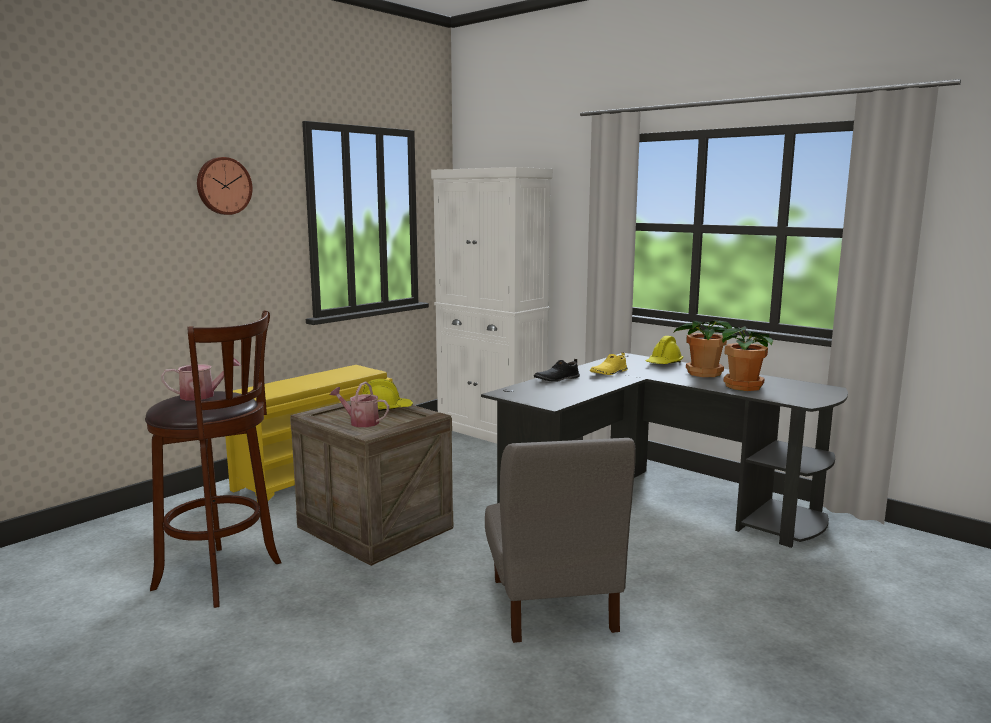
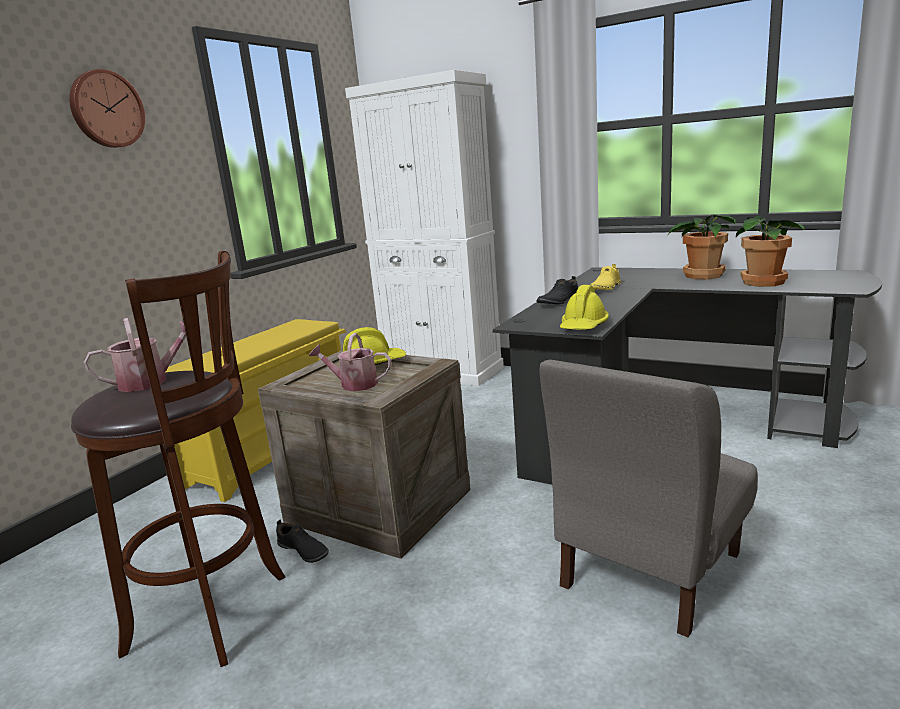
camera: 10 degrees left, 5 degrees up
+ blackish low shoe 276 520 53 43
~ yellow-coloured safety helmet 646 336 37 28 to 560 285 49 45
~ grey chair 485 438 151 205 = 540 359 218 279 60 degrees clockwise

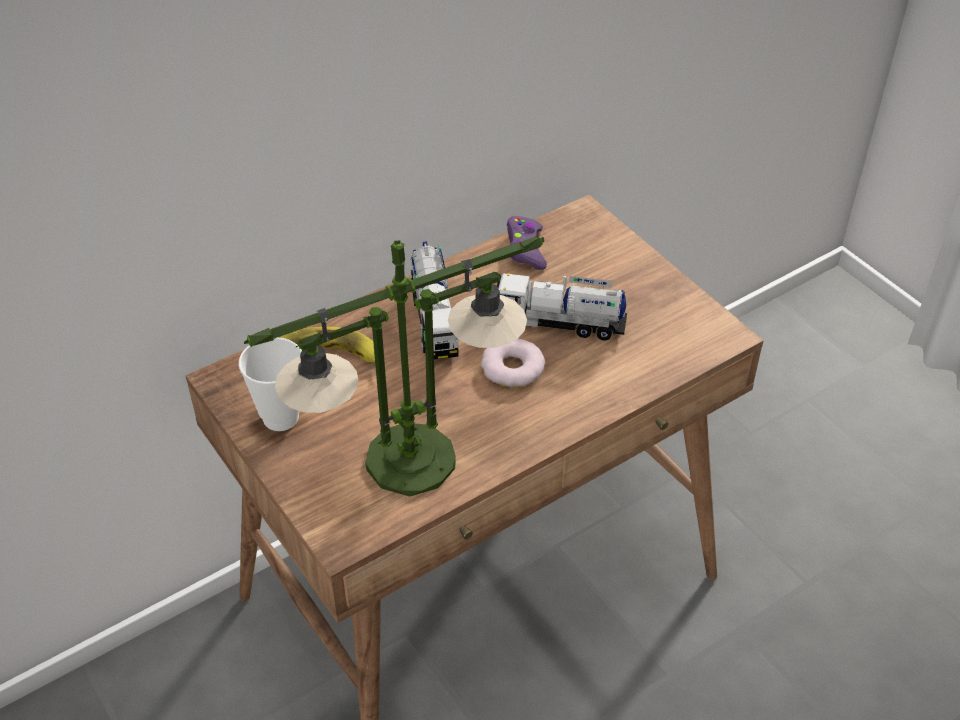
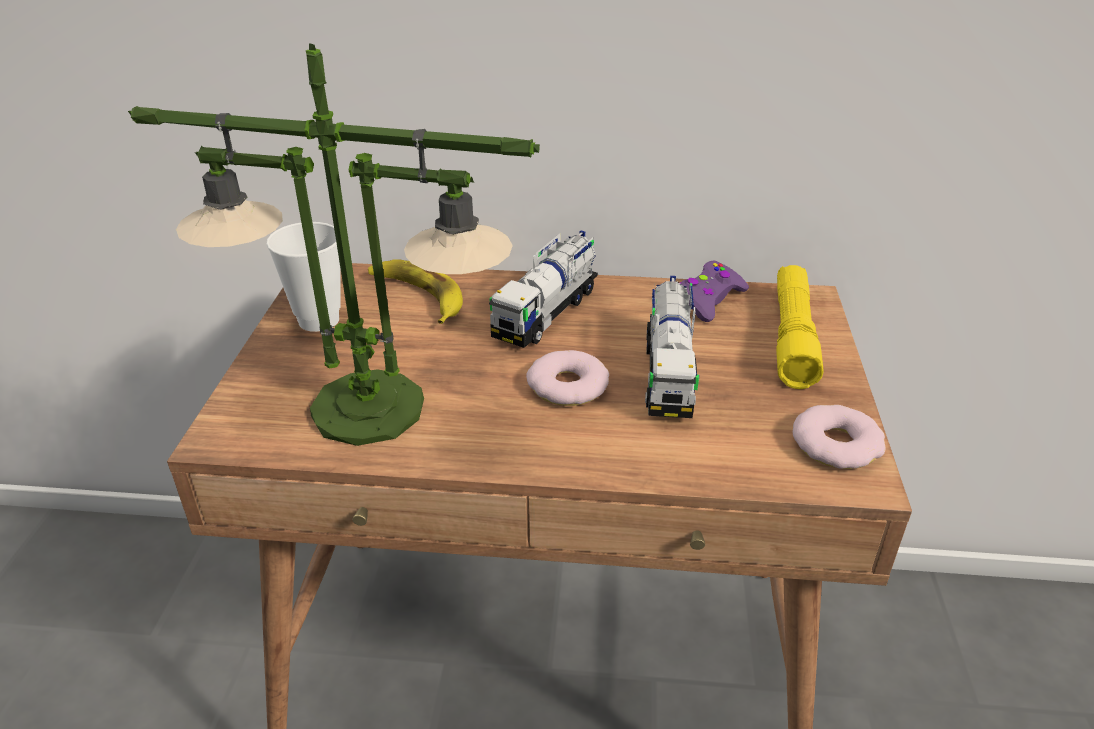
camera: 40 degrees right, 10 degrees down
+ yellow-coloured torch 776 265 48 124
+ ring doughnut 793 405 92 64
~ model truck 497 273 130 68 = 645 276 54 142 135 degrees counterclockwise

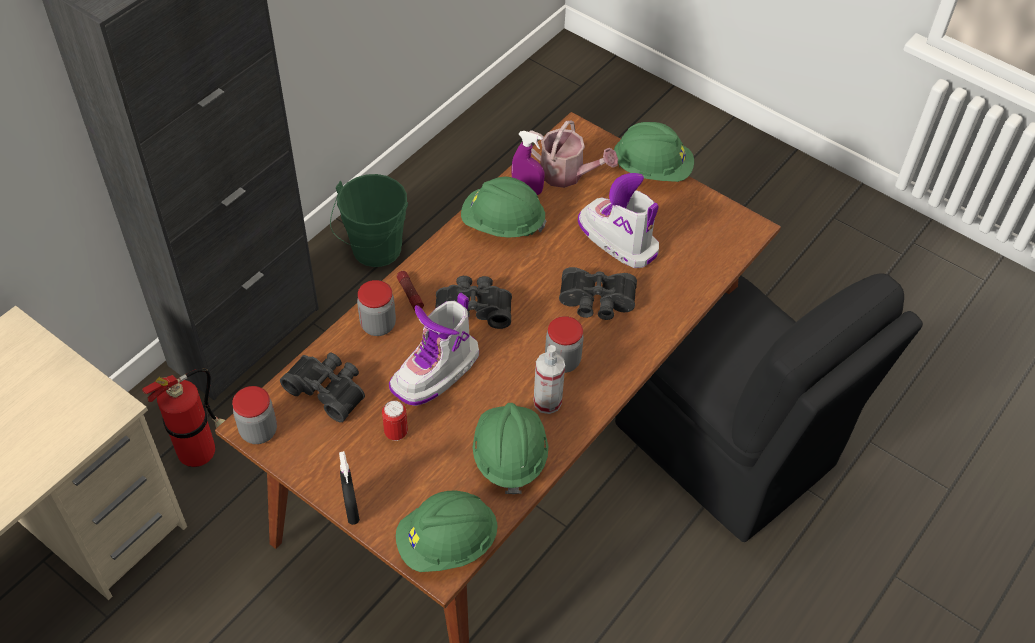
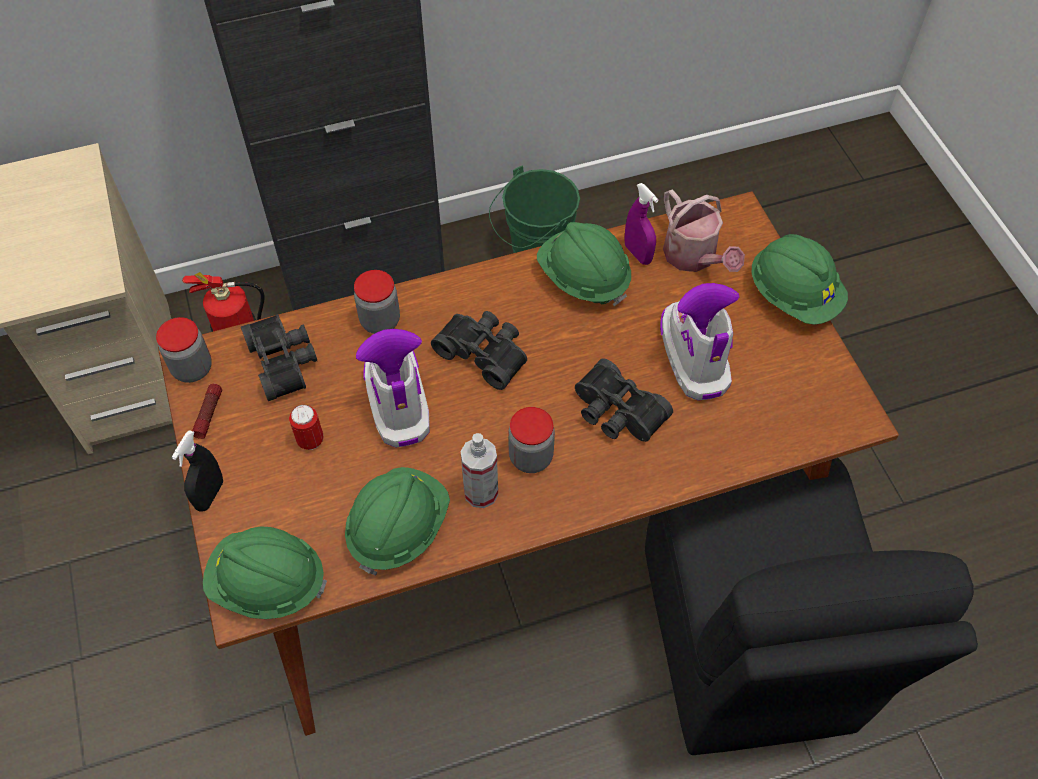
camera: 35 degrees right, 5 degrees up
~ torch 397 271 27 39 to 192 384 30 55
~ boot 389 293 90 113 = 356 329 74 119 90 degrees clockwise

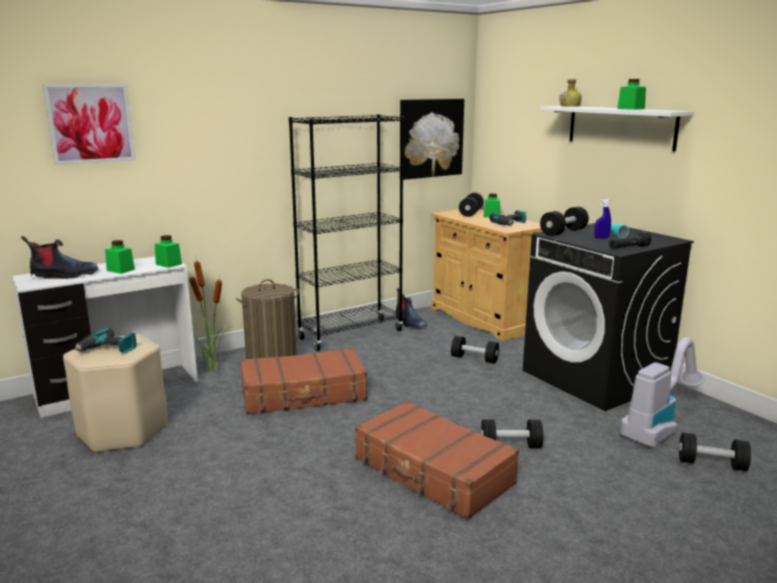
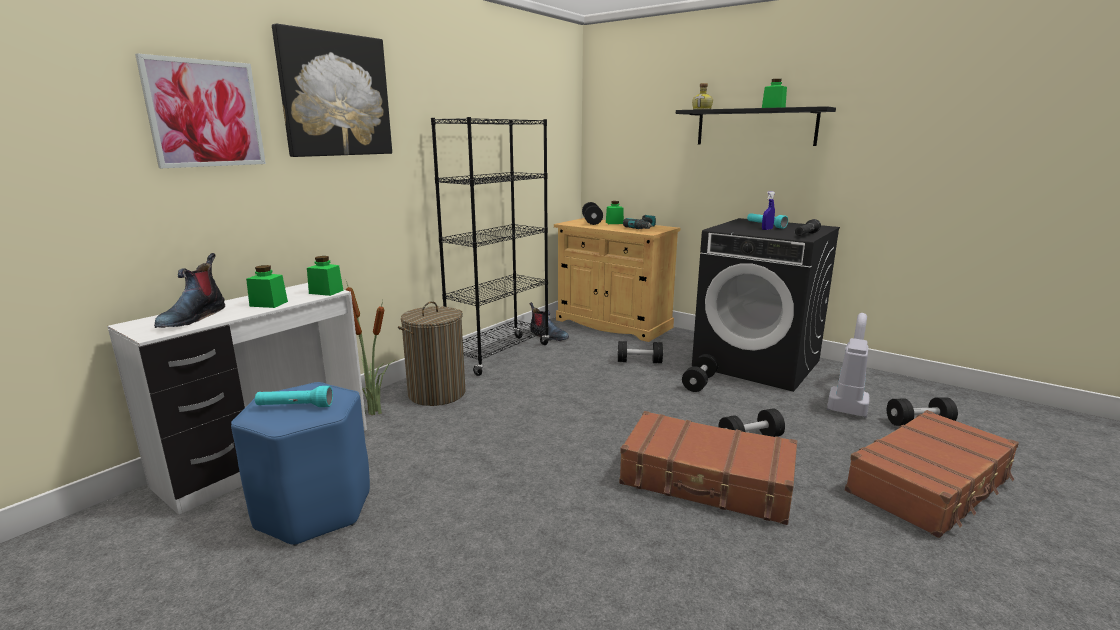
camera: 20 degrees left, 0 degrees up
~ brown-coloured piece of luggage 240 348 127 67 to 845 410 174 128
~ wall art 400 99 64 81 to 272 24 120 133
~ blackish free weight 540 207 49 29 to 682 354 36 38
~ electric drill 74 327 63 27 to turquoise-coloured torch 255 386 78 21
~ beige-coloured stool seat 63 335 104 118 to blue-coloured stool seat 231 382 139 164
~ white-coloured bracket shelf 540 106 154 45 to blackish bracket shelf 676 106 160 40
~ boot 21 236 77 43 = 154 253 71 75 135 degrees clockwise

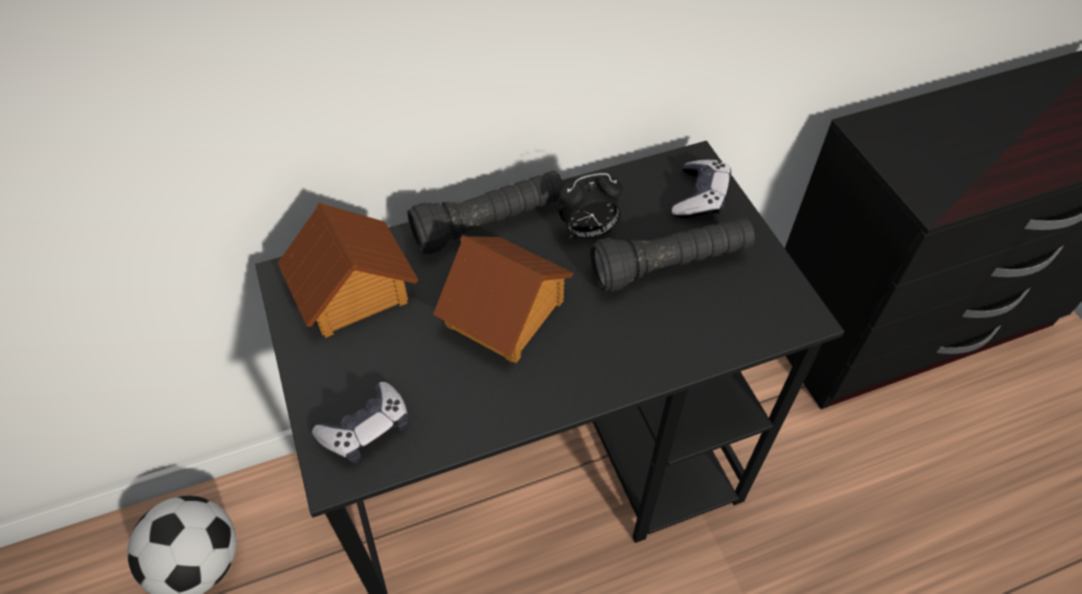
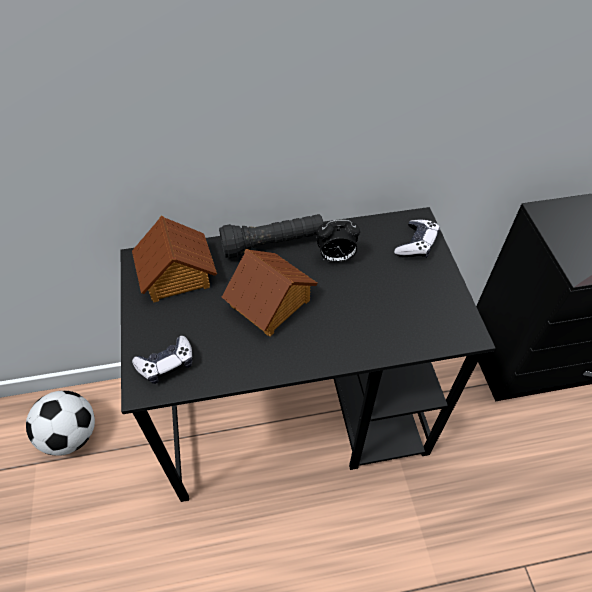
camera: 10 degrees right, 0 degrees up
- blackish torch 590 217 165 75

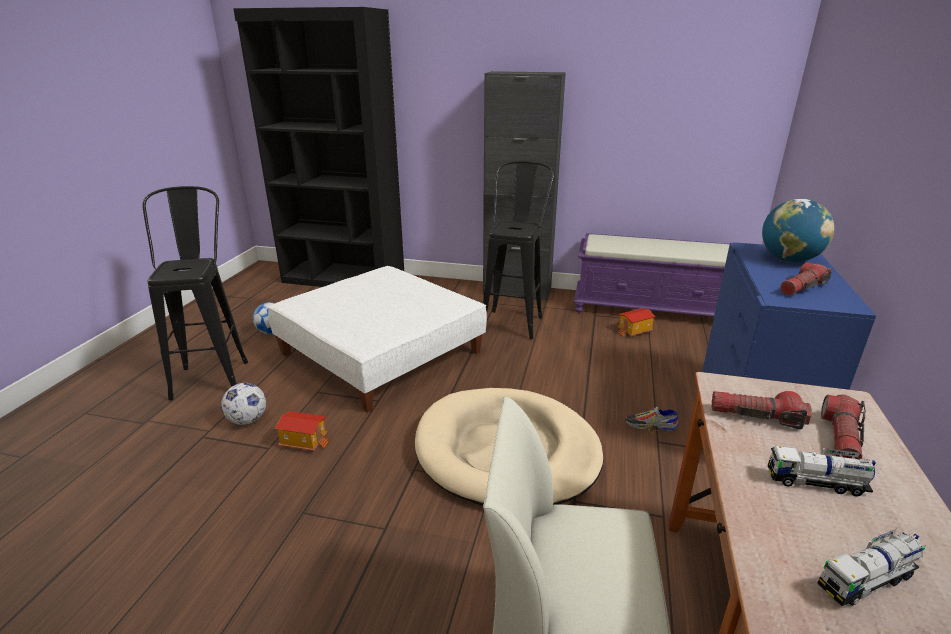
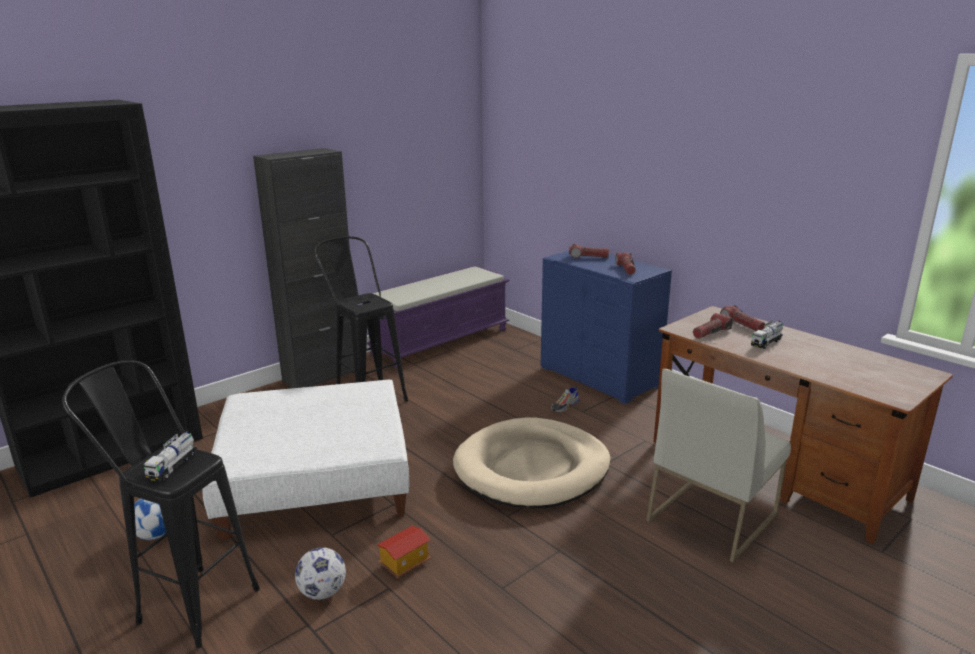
camera: 55 degrees left, 5 degrees down
- miniature house 617 308 38 29
~ model truck 818 529 108 77 to 143 431 54 51
~ world globe 762 199 72 63 to torch 569 244 40 14

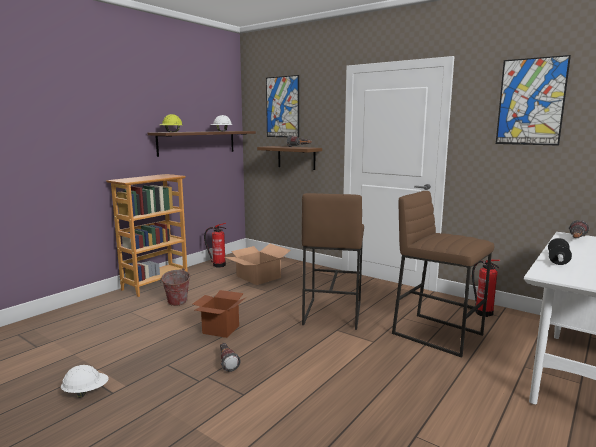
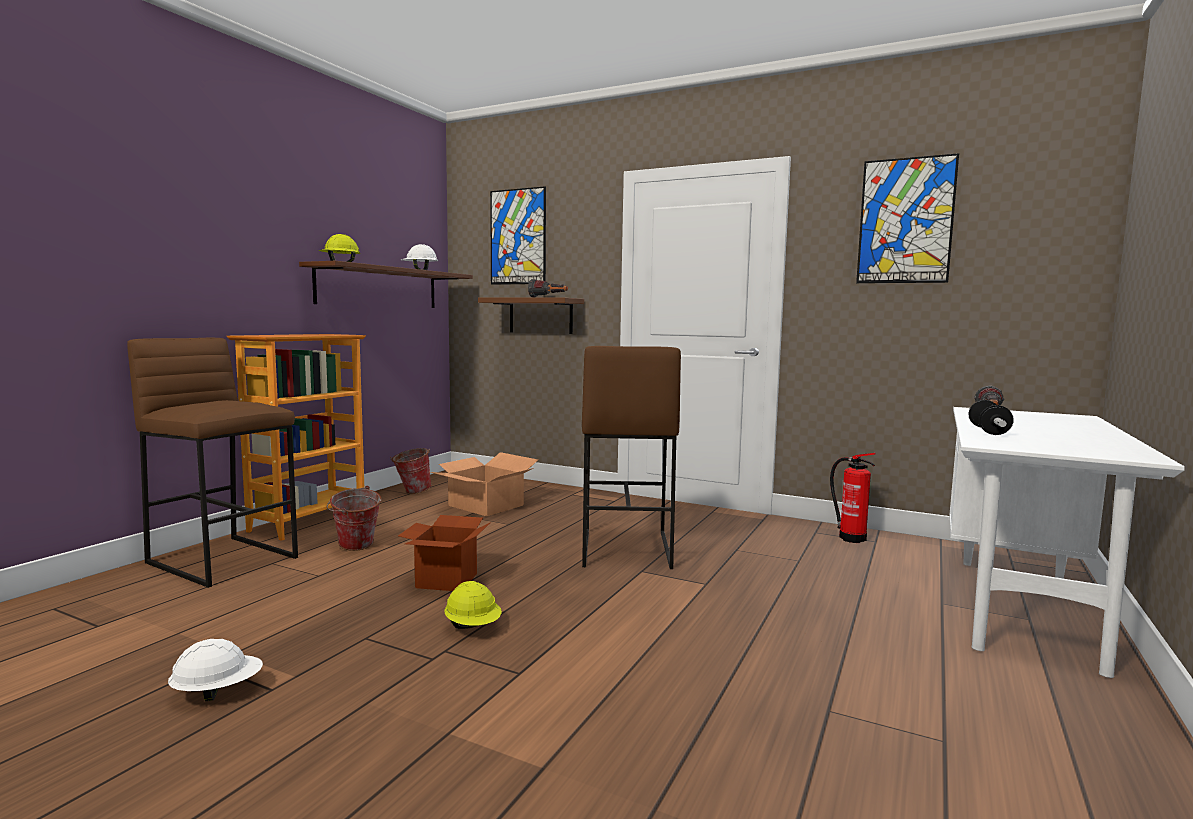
camera: 10 degrees left, 5 degrees down
~ brown-coloured stool seat 392 191 102 167 to 127 338 171 250
~ extinguisher 204 223 22 45 to bucket 390 448 42 46
~ torch 220 343 21 29 to yellow-coloured safety helmet 445 581 57 48

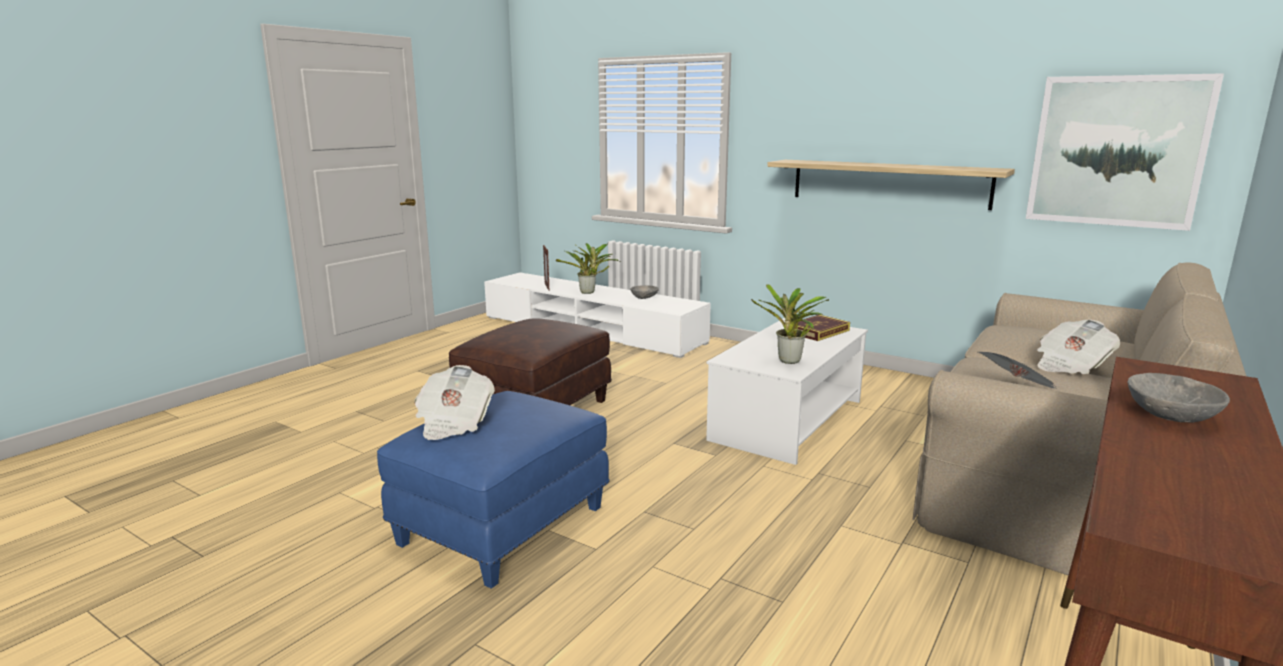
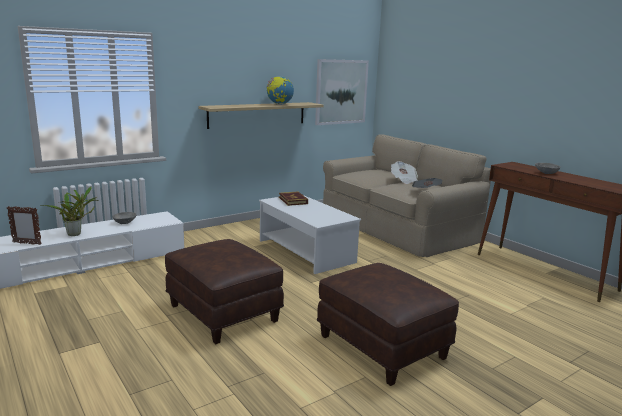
camera: 70 degrees left, 0 degrees up
- daily paper 414 365 81 75
- houseplant 751 284 78 80
+ world globe 267 77 27 28
~ blue-coloured footrest 377 391 233 198 to brown-coloured footrest 317 263 142 123

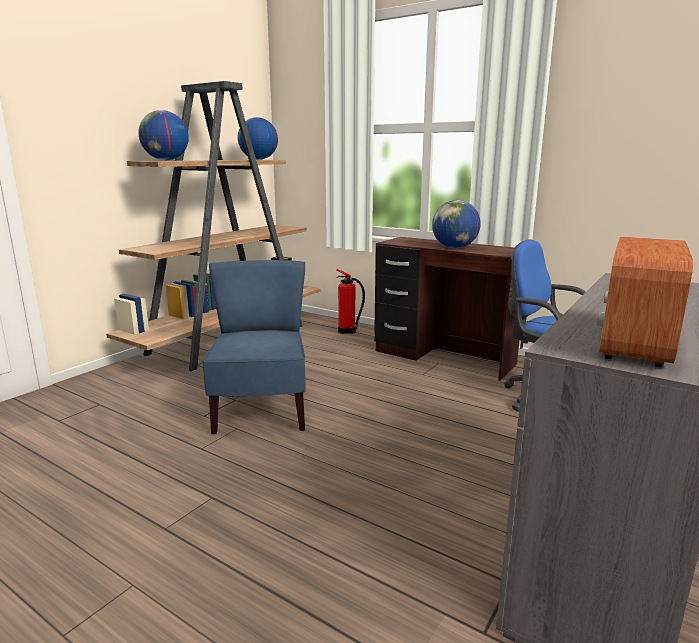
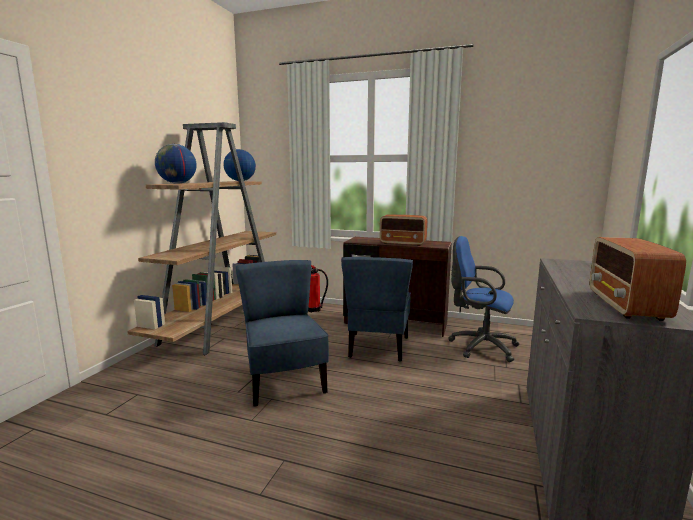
camera: 15 degrees left, 5 degrees down
+ blue-coloured chair 341 257 72 105
~ world globe 432 200 49 48 to radio receiver 380 214 47 32

